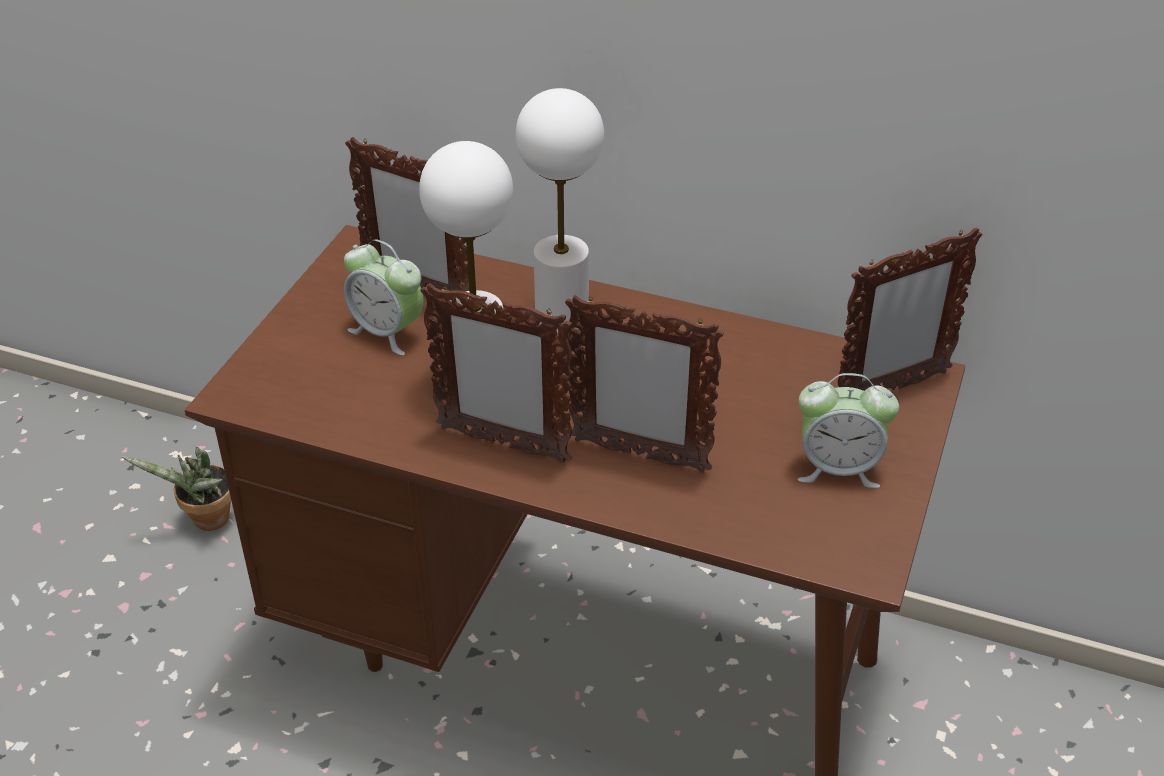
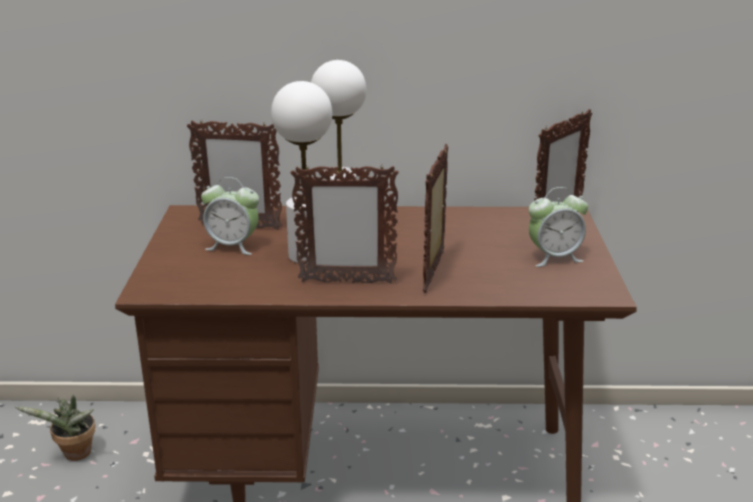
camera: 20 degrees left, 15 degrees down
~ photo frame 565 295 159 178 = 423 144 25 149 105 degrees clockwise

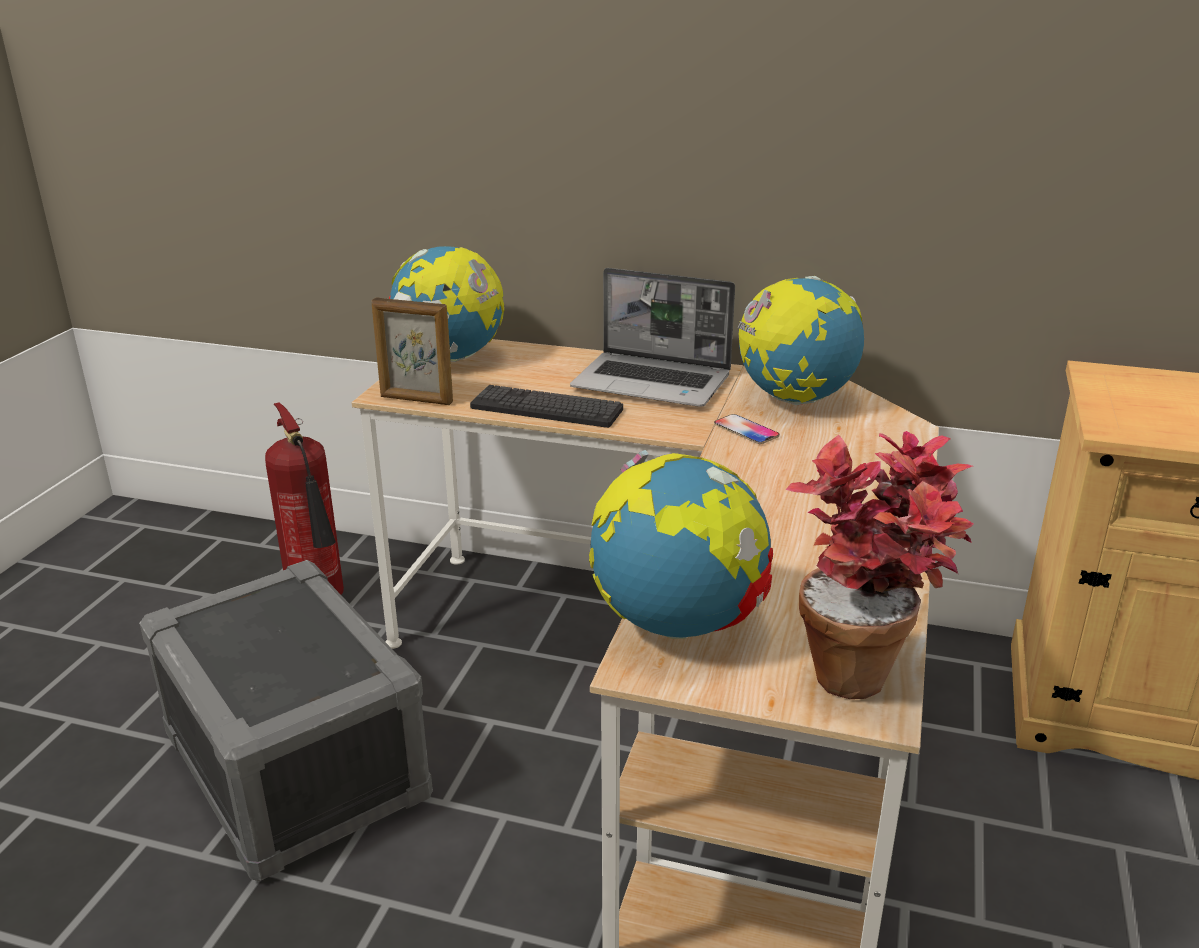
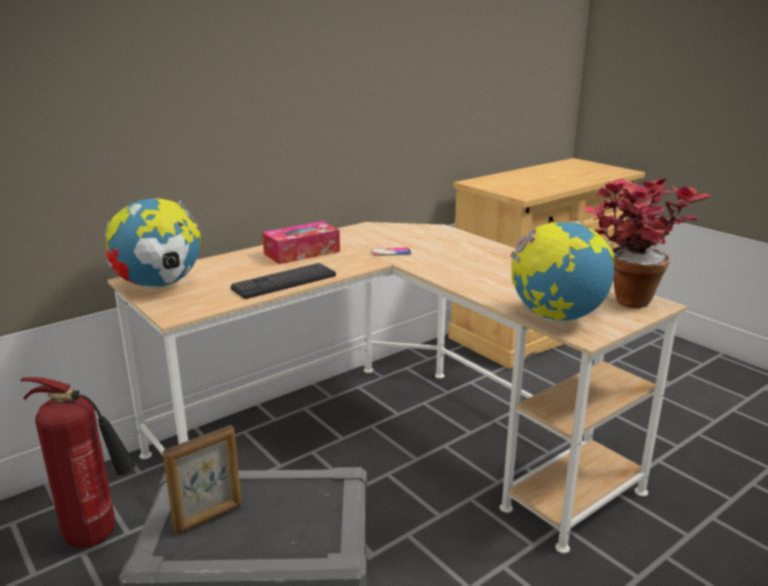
camera: 55 degrees left, 5 degrees down
- world globe 738 276 126 129
~ photo frame 371 297 82 108 to 163 425 79 109
~ laptop 570 268 165 139 to tissue box 262 221 78 43

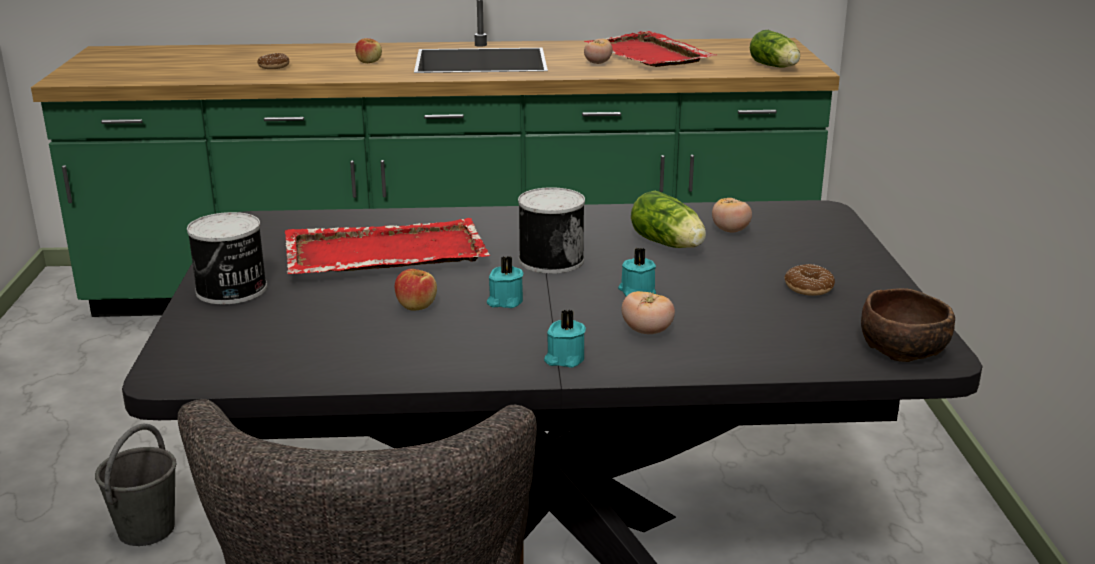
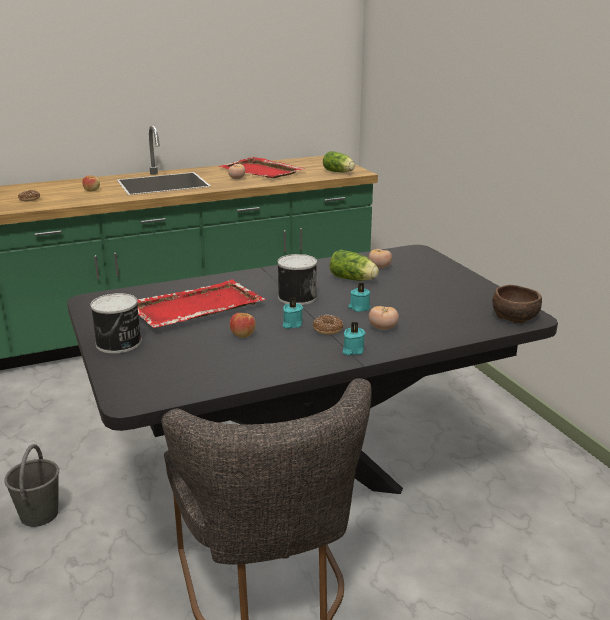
camera: 20 degrees left, 0 degrees up
~ ring doughnut 784 264 51 32 to 312 315 31 20

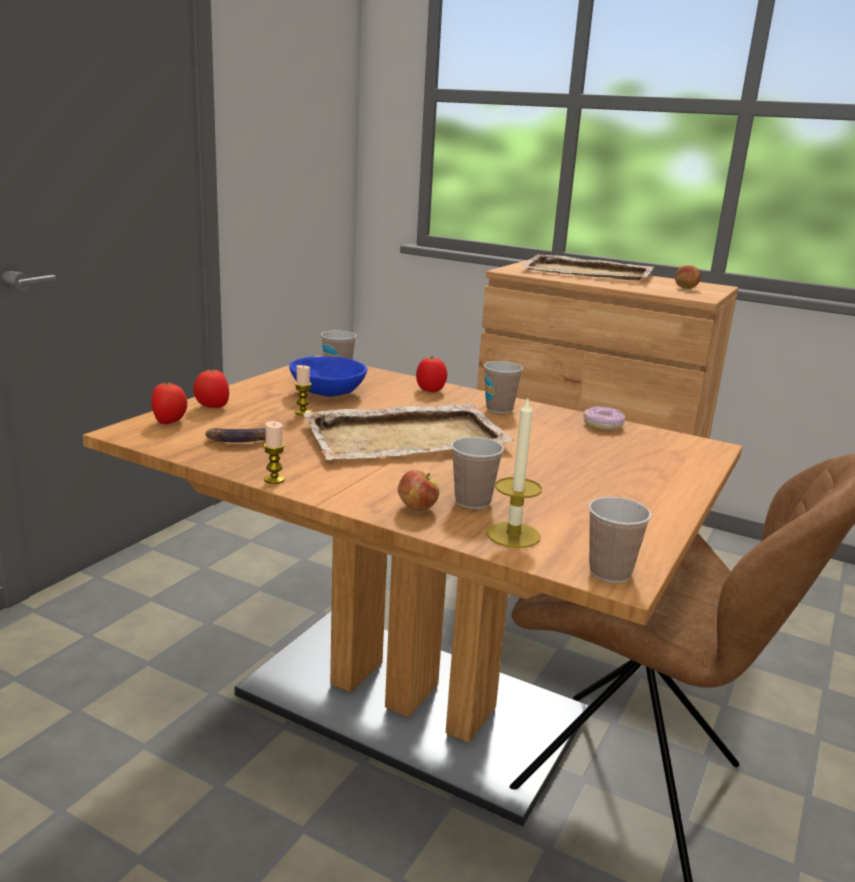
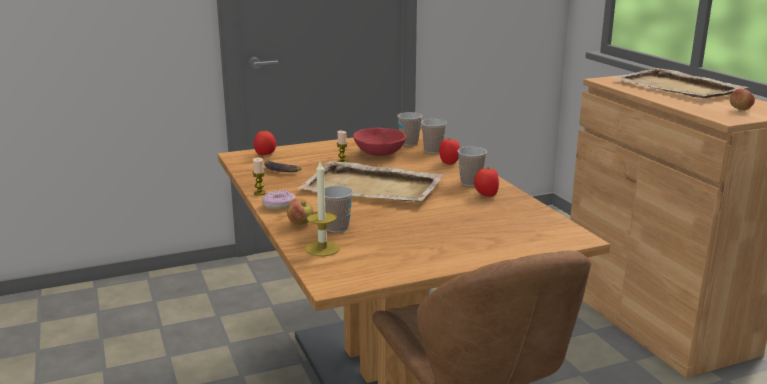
camera: 40 degrees right, 0 degrees up
~ fresh tomato 193 369 36 39 to 474 167 25 30
~ ring doughnut 583 406 42 24 to 262 190 34 20
~ cup 588 497 64 86 to 421 119 26 35
~ blue-coloured deep dish 289 356 79 40 to red-coloured deep dish 353 128 53 28

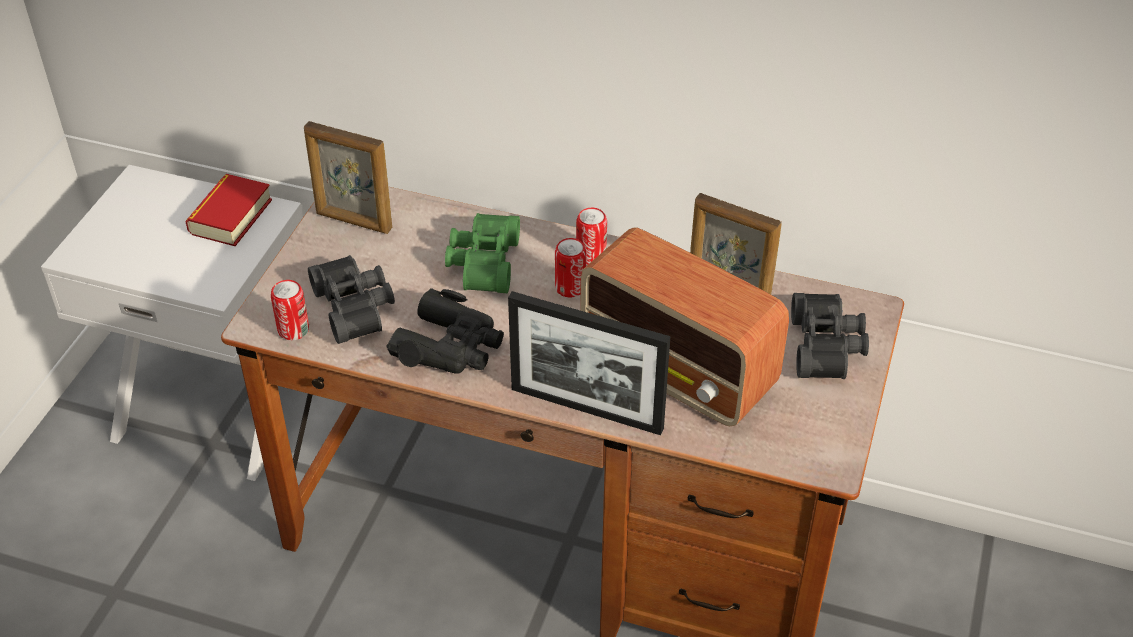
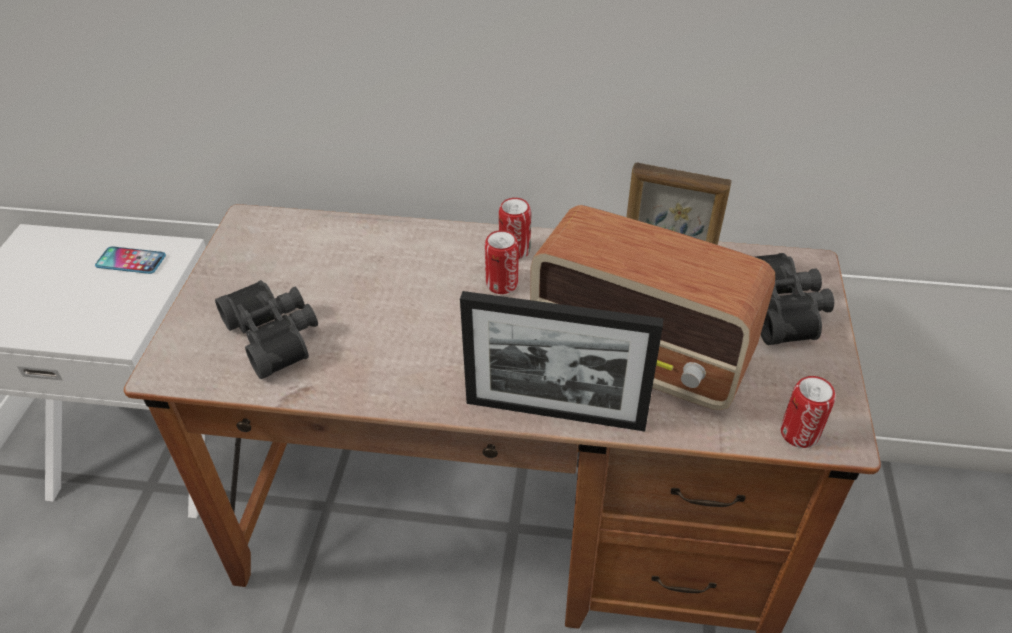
camera: 10 degrees left, 0 degrees up
- photo frame 304 121 88 113
- blackish binoculars 387 288 117 86
- green-coloured binoculars 445 213 75 80
~ metal can 271 280 38 61 to 781 376 54 72
~ volume 185 174 87 72 to handset 95 246 71 28

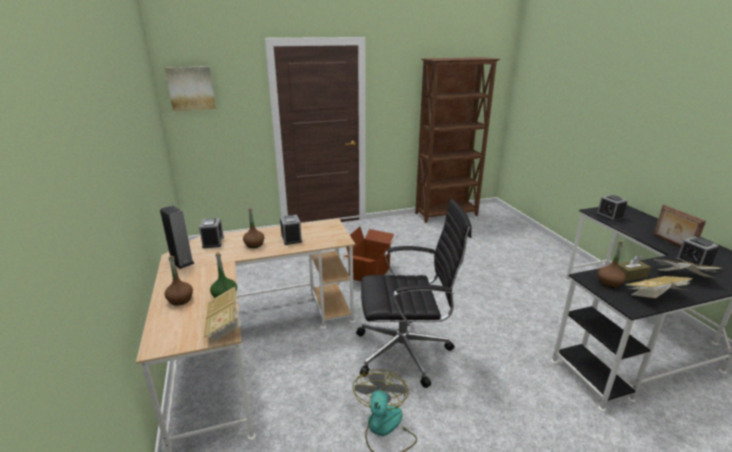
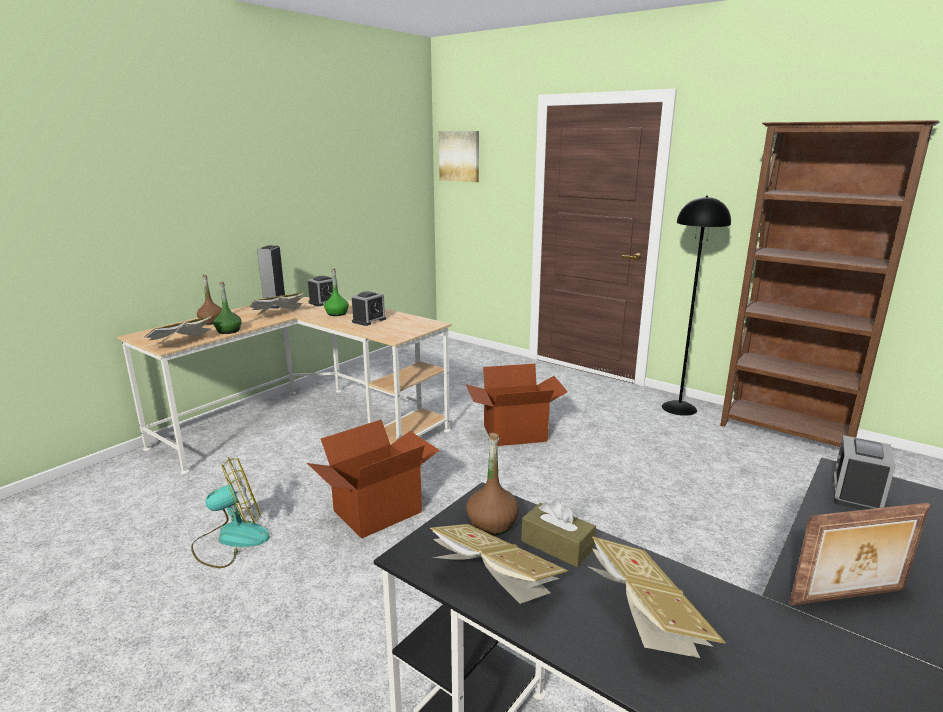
camera: 55 degrees right, 5 degrees down
- table clock 675 236 44 36
+ volume 249 292 56 24
+ blackish standard lamp 662 195 69 221
~ blackish computer chair 356 199 115 189 to cardboard box 307 419 133 120
~ brown-coloured beverage bottle 243 207 22 41 to green-coloured beverage bottle 324 268 25 48
~ photo frame 653 205 53 42 = 789 503 141 103 135 degrees counterclockwise

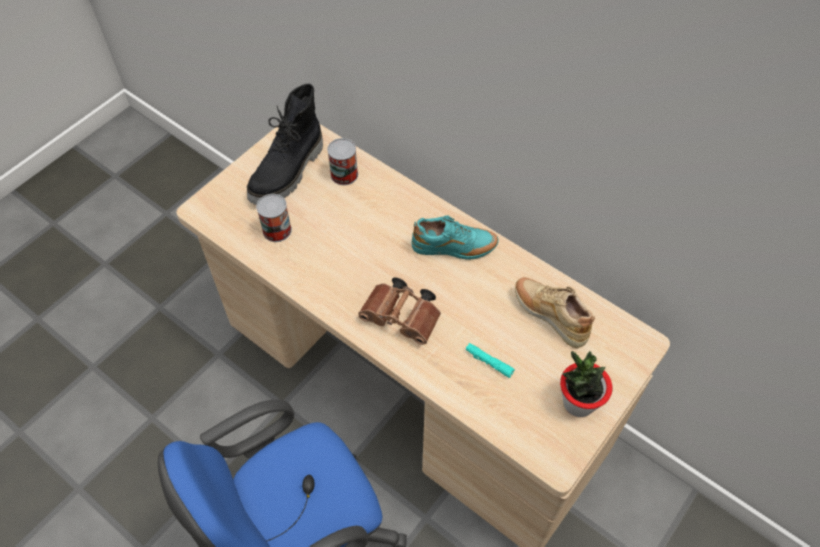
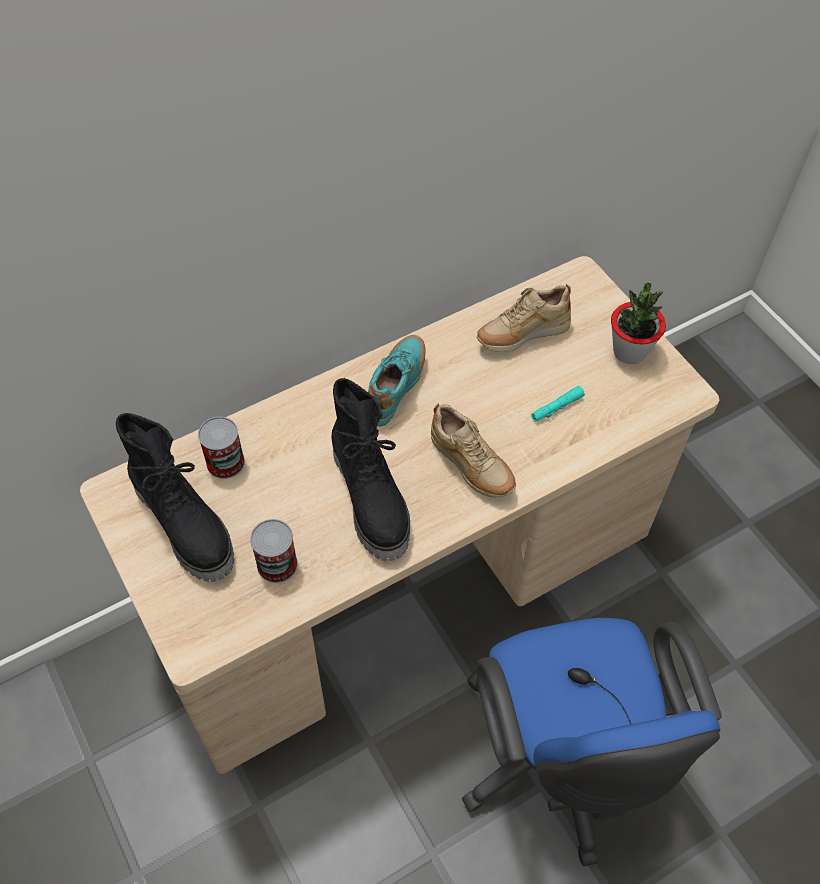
camera: 70 degrees left, 0 degrees up
+ blackish boot 331 378 79 183
~ brown-coloured binoculars 358 277 83 68 to beige-coloured low shoe 431 403 85 95

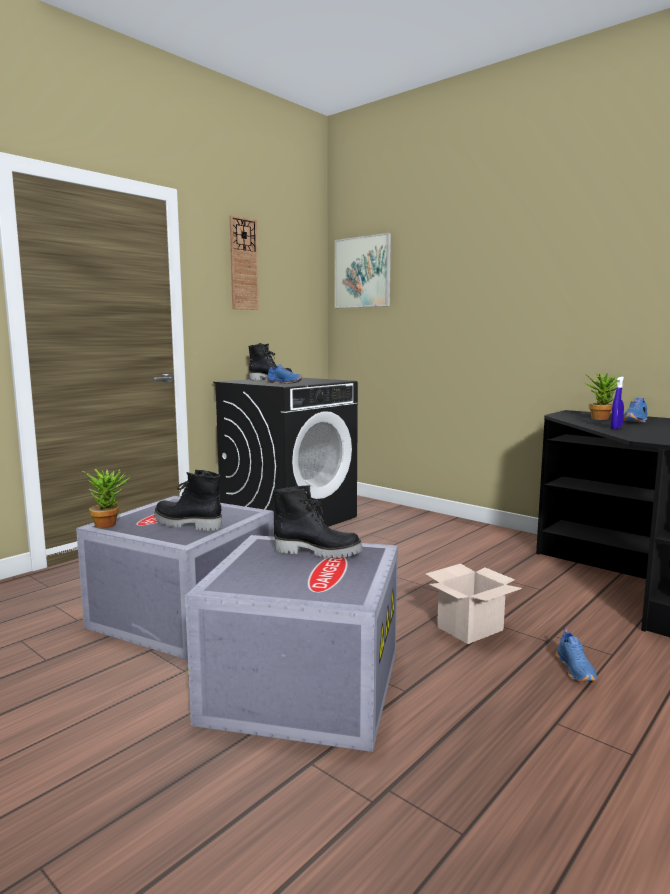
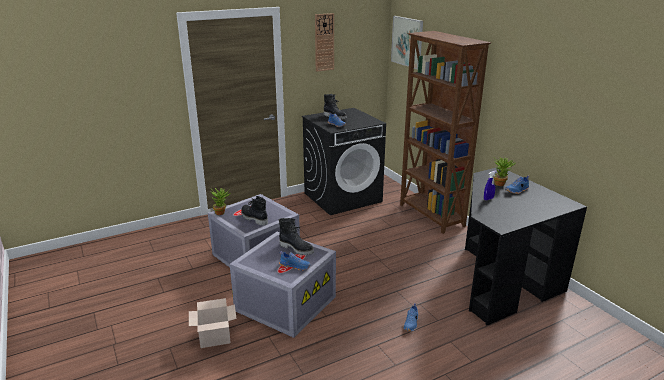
camera: 20 degrees right, 15 degrees up
+ blue-coloured low shoe 279 251 32 20
+ brown-coloured bookshelf 400 31 91 203
~ cardboard box 426 564 96 80 to 189 298 48 50

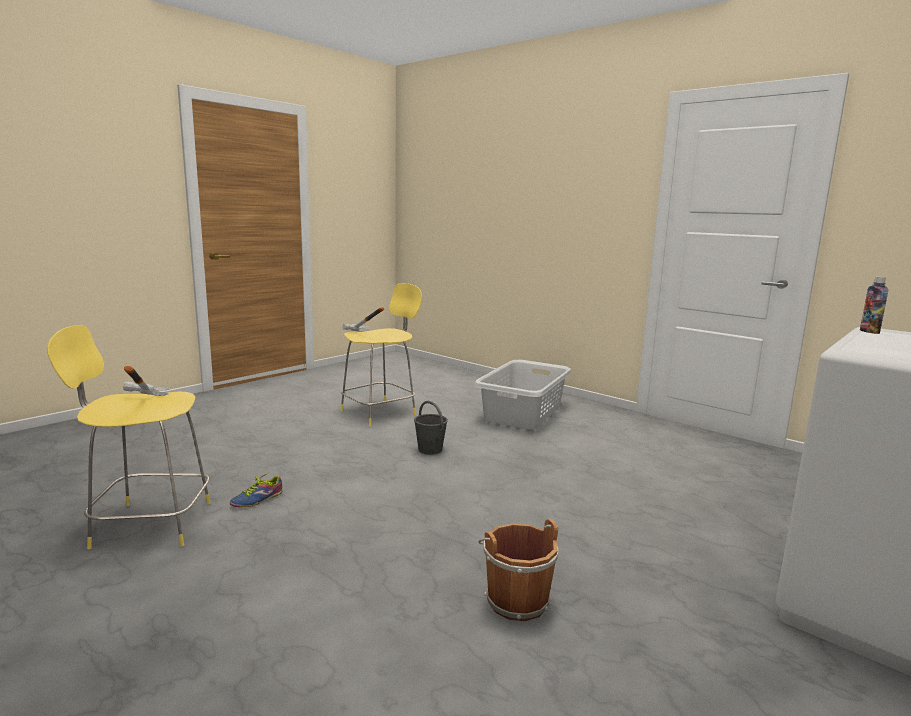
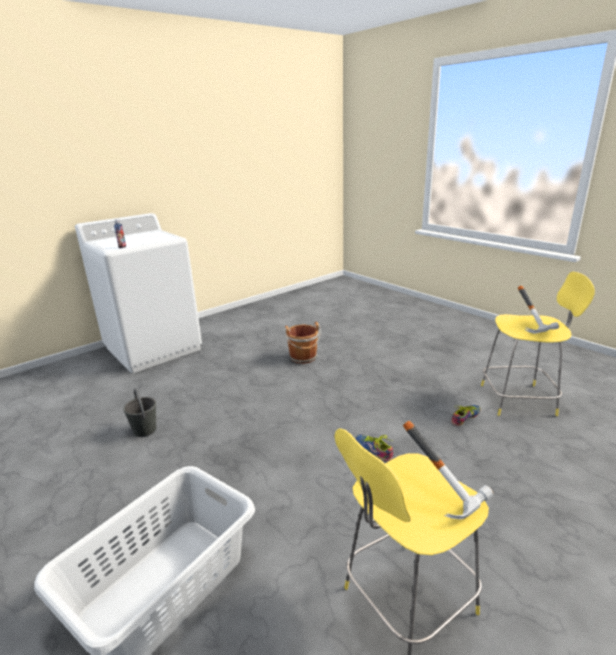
camera: 170 degrees left, 10 degrees up
+ low shoe 355 434 38 27
~ grey bucket 414 401 34 54 to 123 388 33 49

